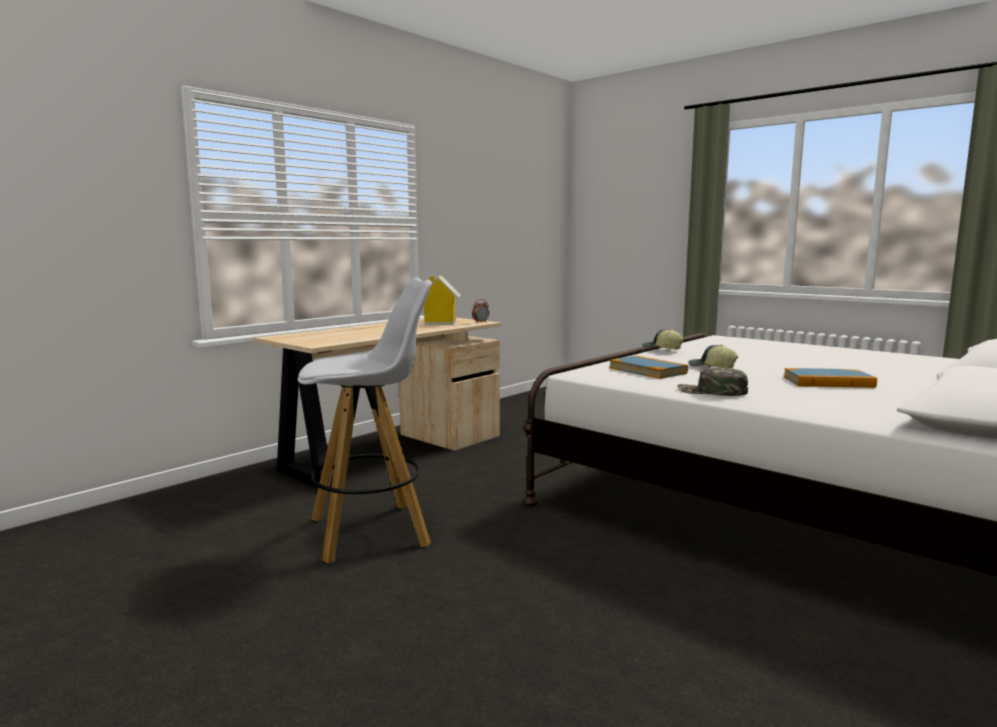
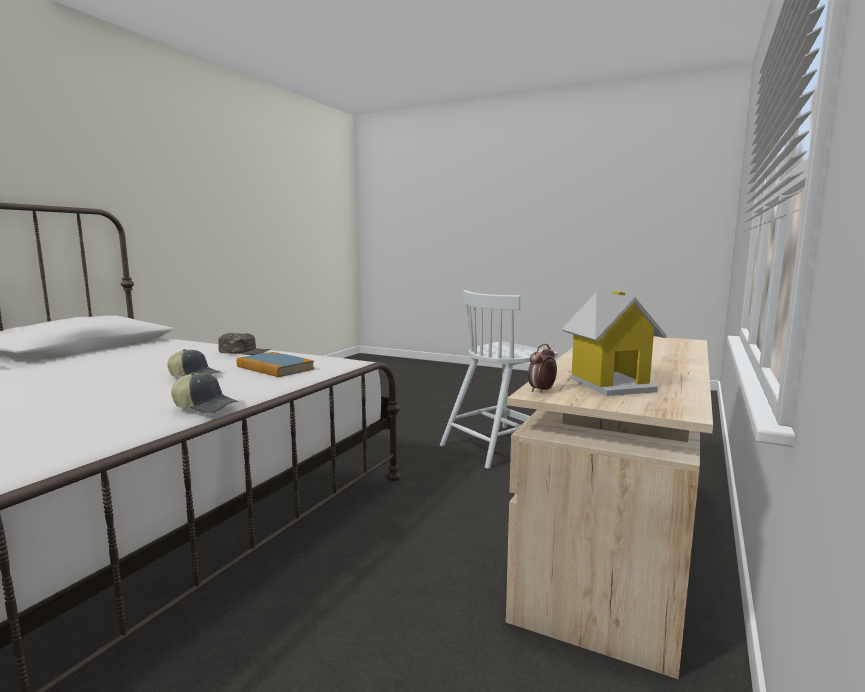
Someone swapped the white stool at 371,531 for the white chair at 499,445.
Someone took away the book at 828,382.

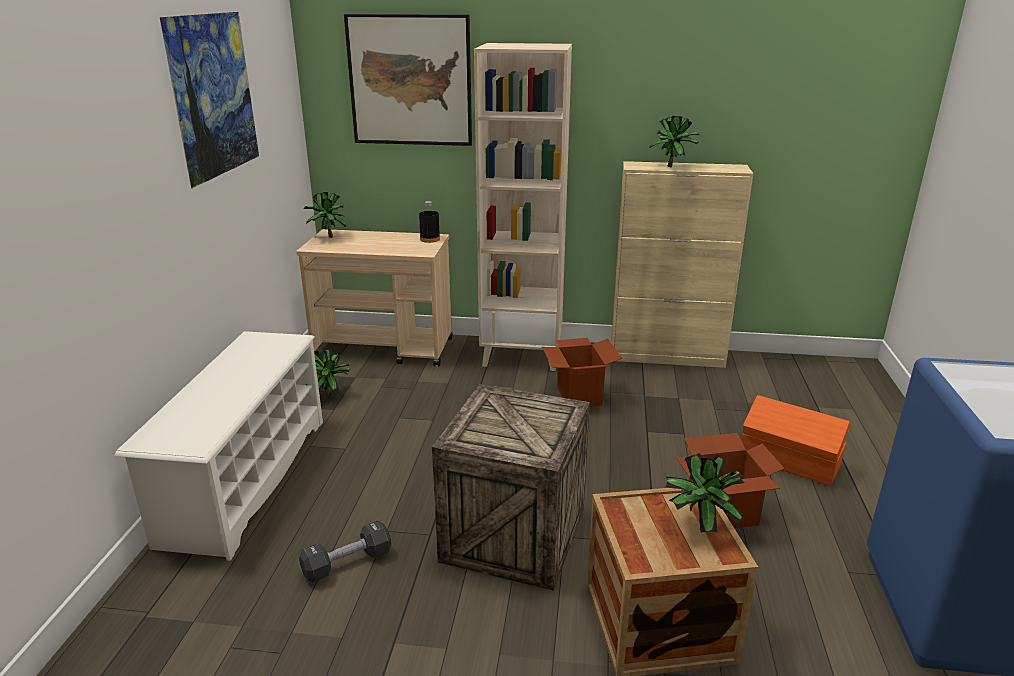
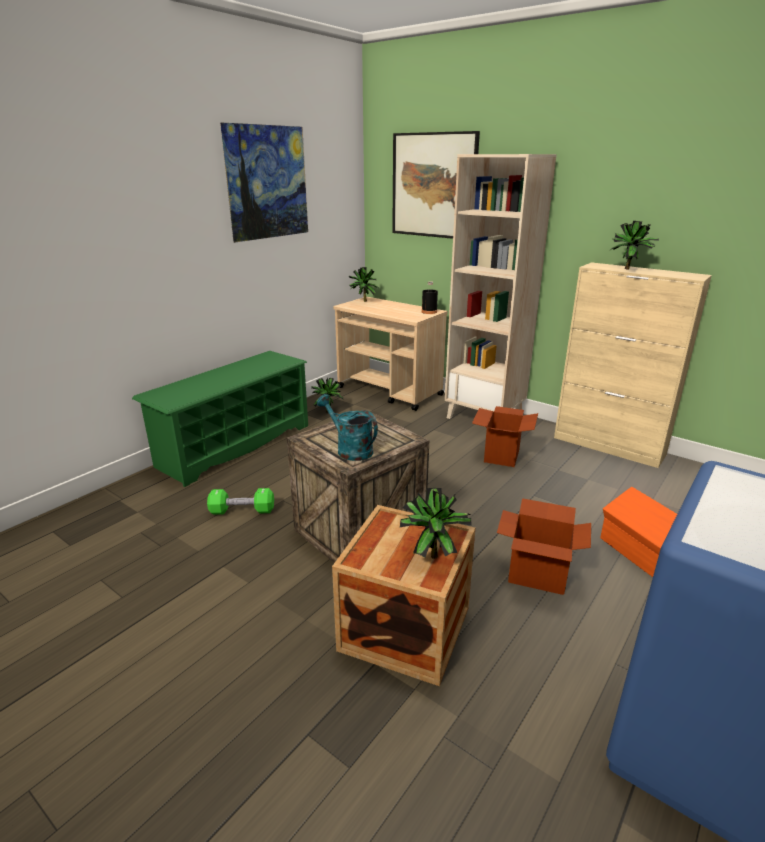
Someone repainted the white shoe rack at 246,478, which became the green shoe rack at 235,445.
Someone repainted the black dumbbell at 347,563, which became the green dumbbell at 242,511.
Someone put down the turquoise watering can at 349,449.

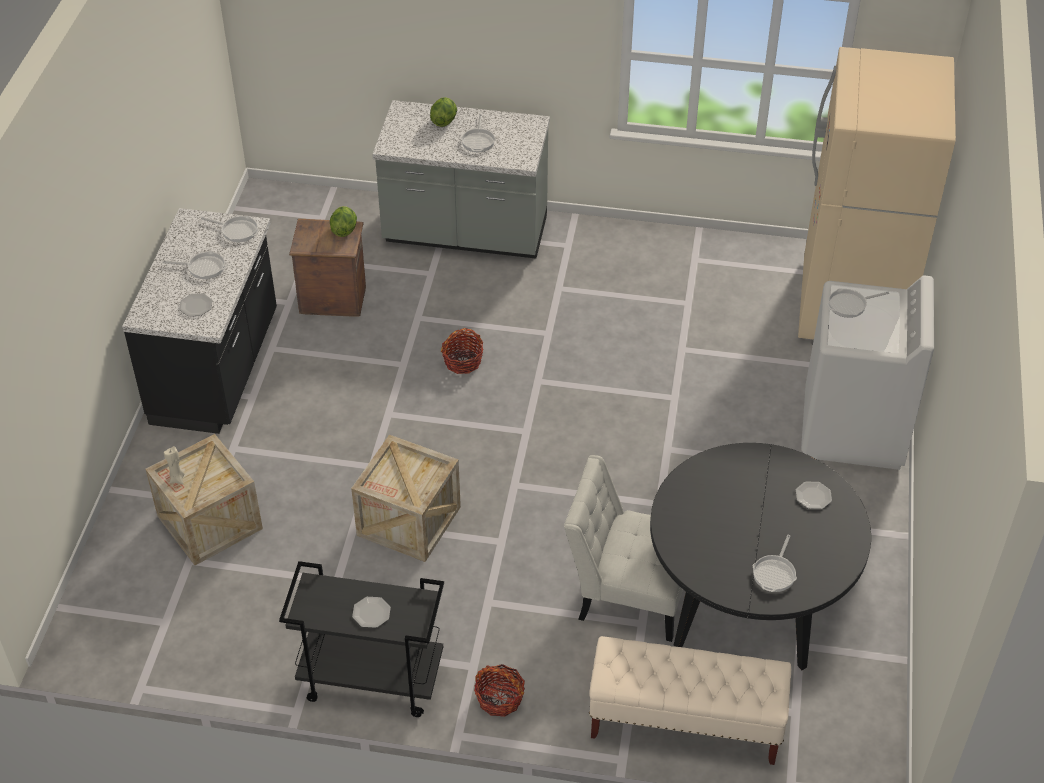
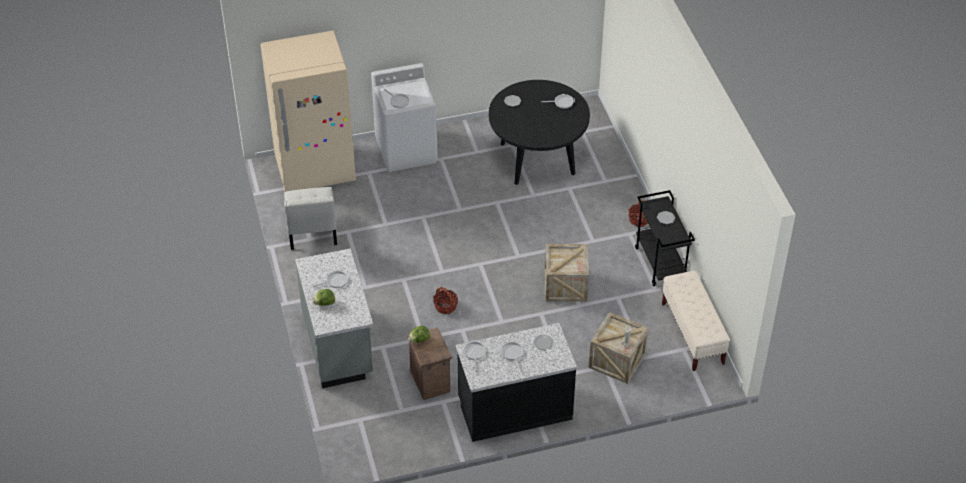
Someone carried the white chair from 627,592 to 312,233.
Someone carried the beige bench from 684,723 to 692,334.

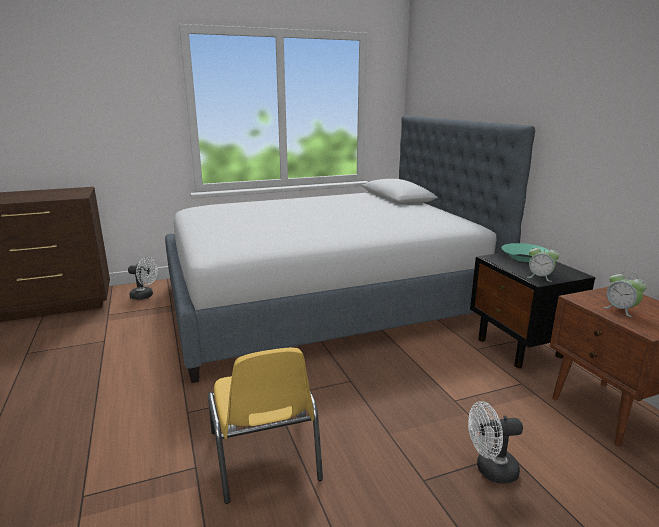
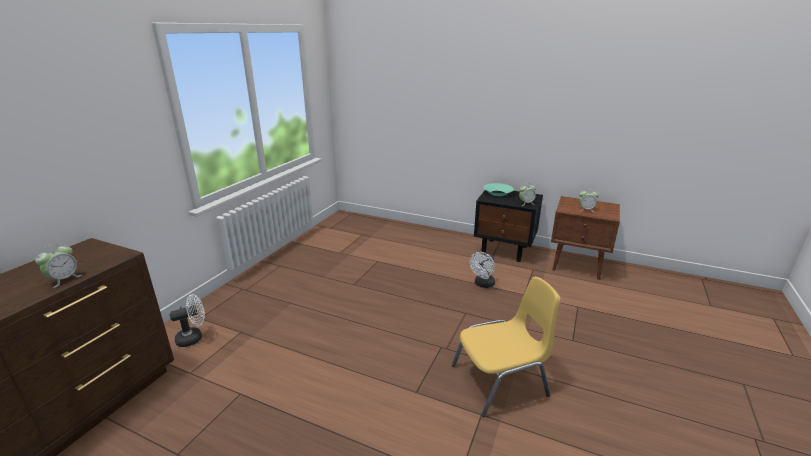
Someone took away the bed at 325,301.
Someone rotated the yellow chair at 265,456 by 45 degrees counterclockwise.
Someone carried the white fan from 490,470 to 483,284.
Someone put down the alarm clock at 64,279.

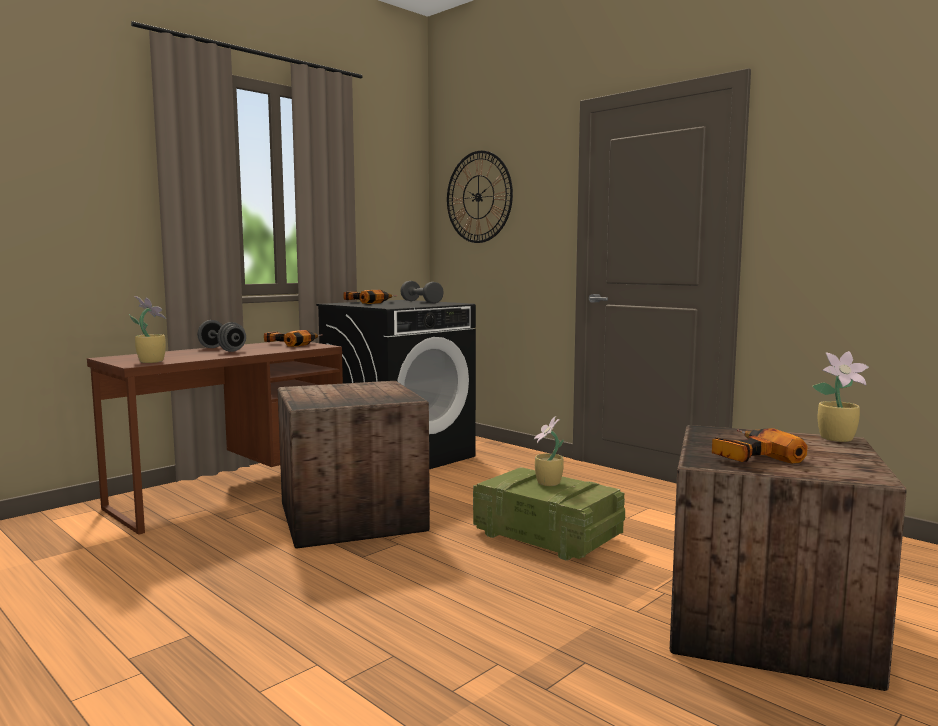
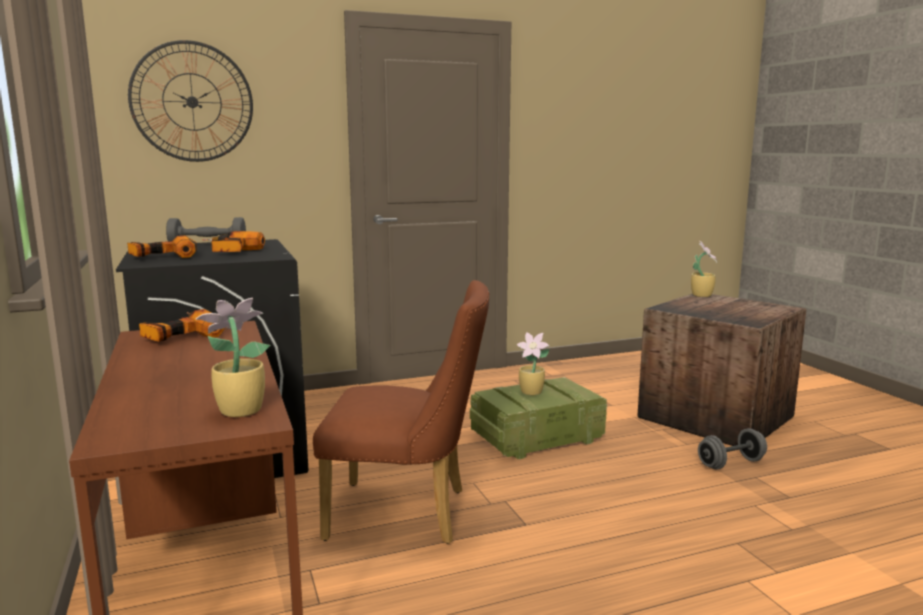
Someone carried the grey dumbbell from 222,349 to 731,463.
Someone swapped the crate at 350,518 for the brown chair at 409,514.
Someone carried the power drill from 748,456 to 229,252.

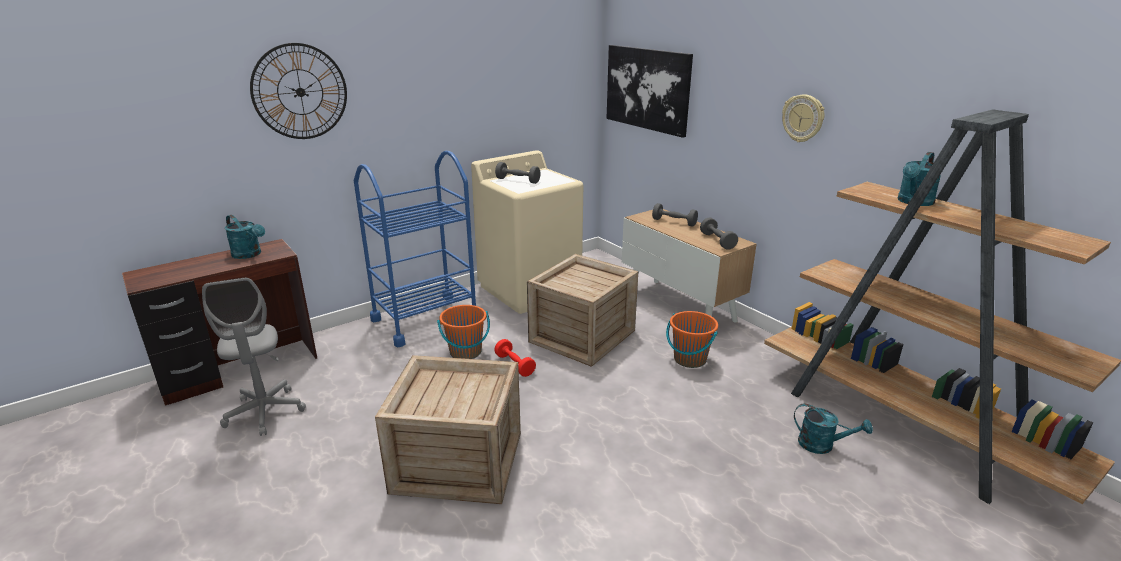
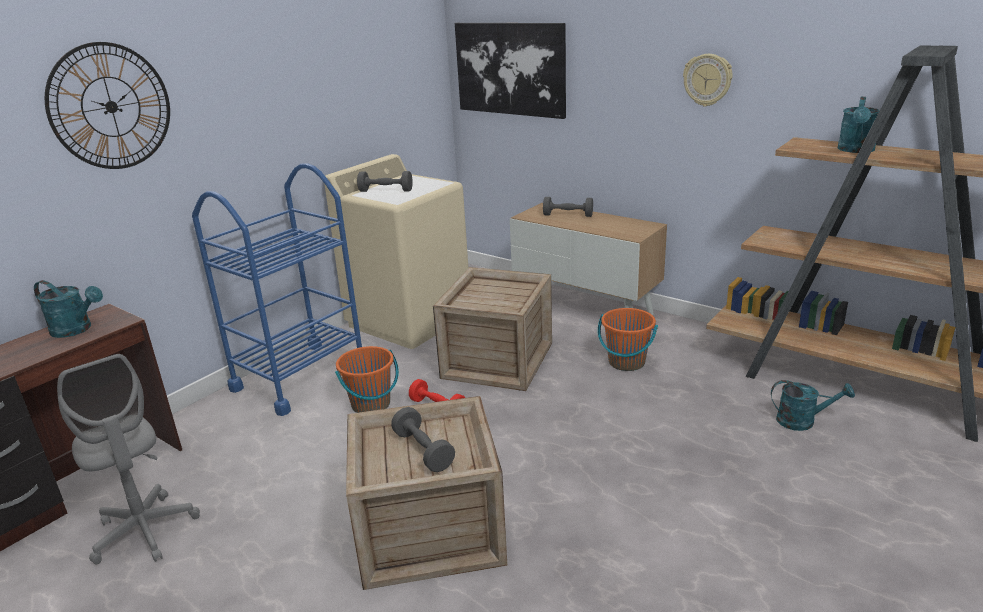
Someone carried the grey dumbbell from 717,241 to 423,451.

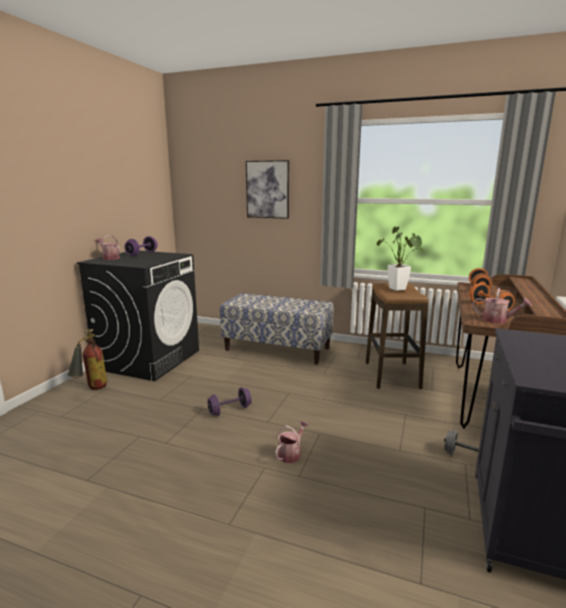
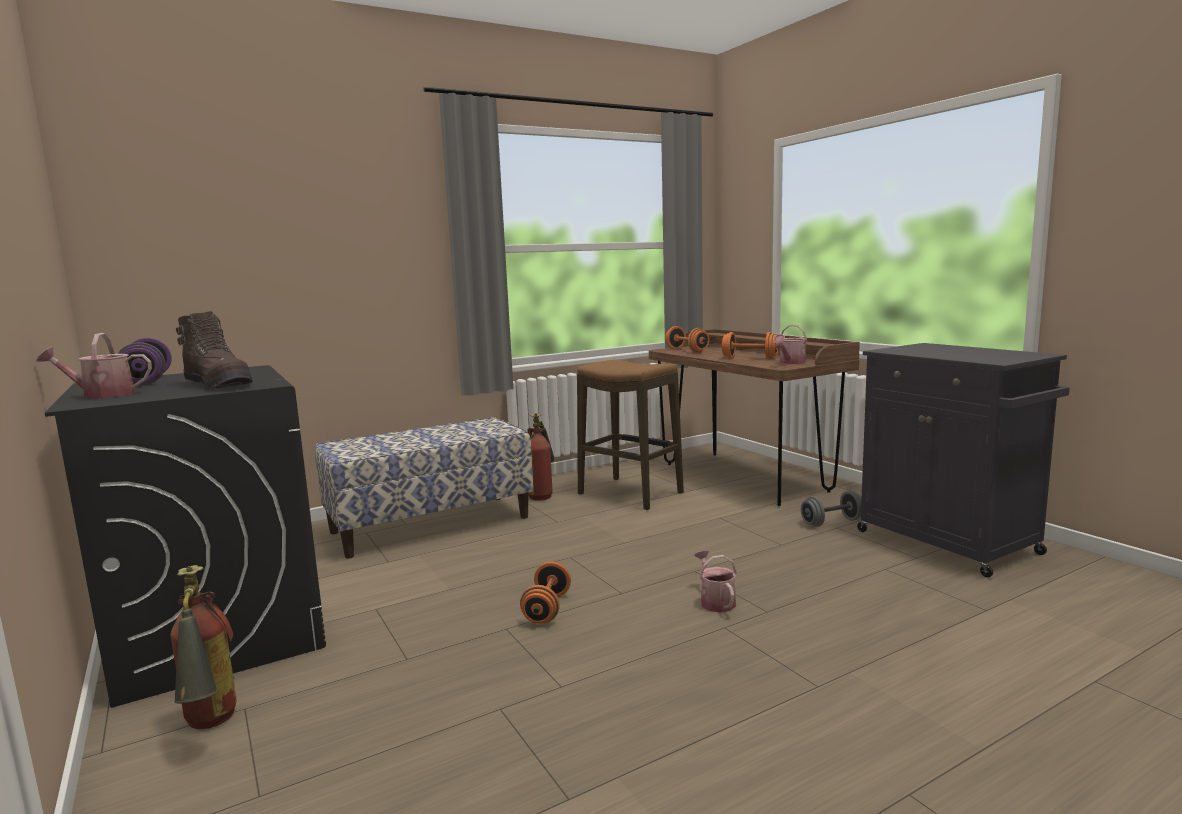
Someone repainted the purple dumbbell at 230,410, which became the orange dumbbell at 547,609.
Someone took away the picture at 267,189.
Someone took away the potted plant at 399,290.
Someone rotated the watering can at 498,320 by 150 degrees clockwise.
Someone put down the brown boot at 219,385.
Someone put down the fire extinguisher at 542,494.

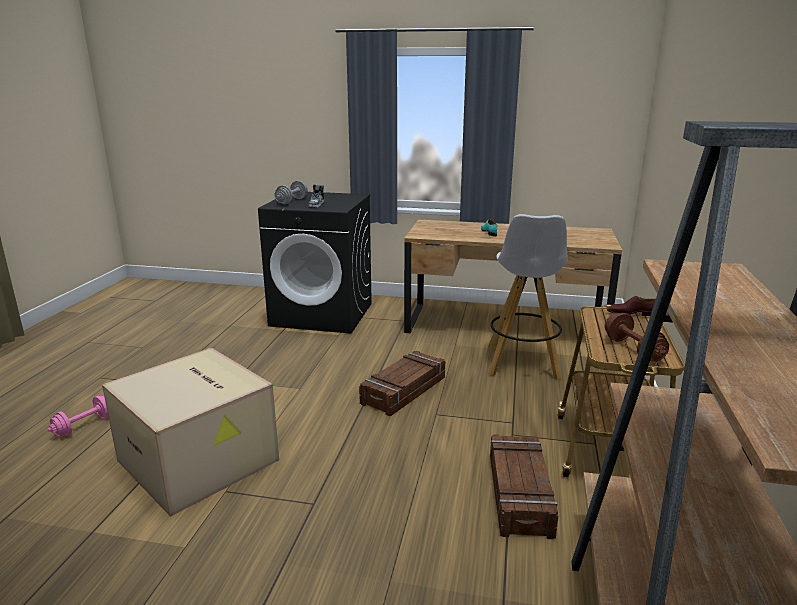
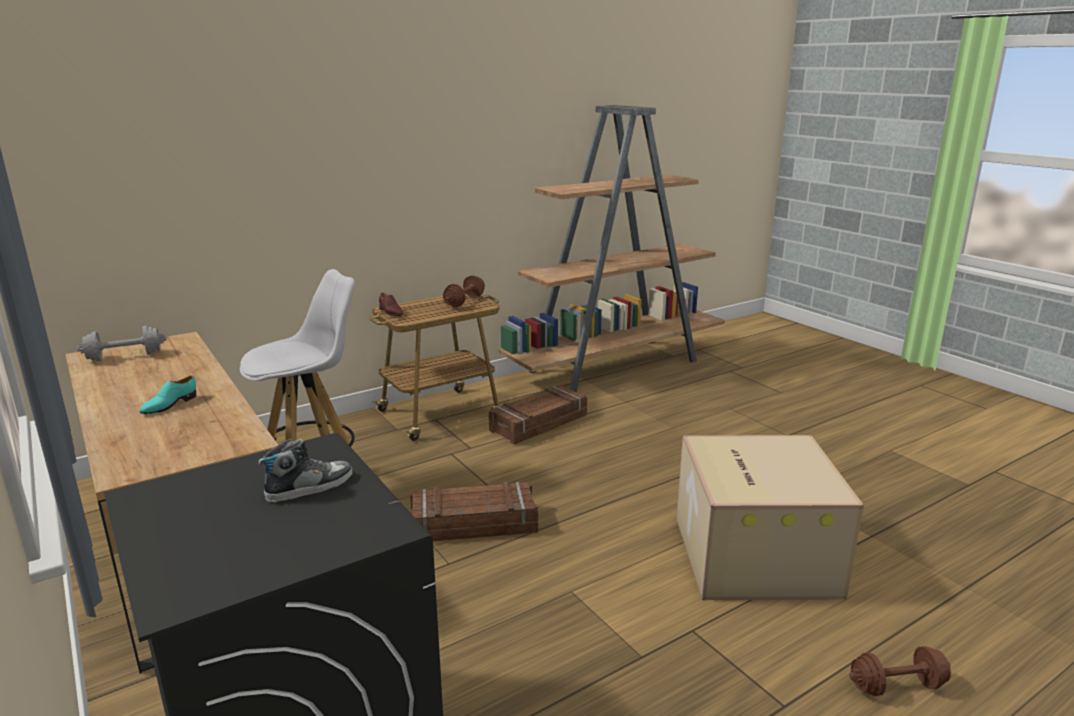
Someone repainted the pink dumbbell at 84,425, which became the brown dumbbell at 896,686.
Someone carried the grey dumbbell from 291,201 to 125,357.

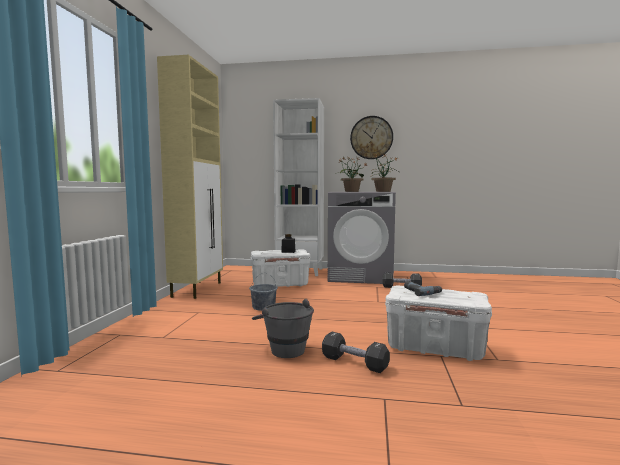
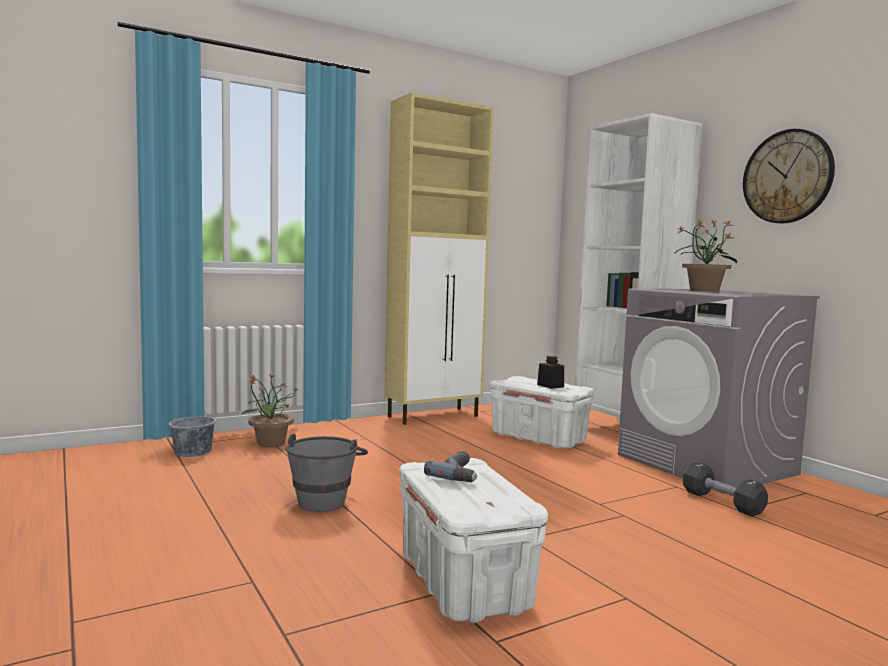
Someone carried the grey bucket from 264,307 to 193,452.
Someone took away the black dumbbell at 354,363.
Someone carried the potted plant from 383,191 to 270,443.

